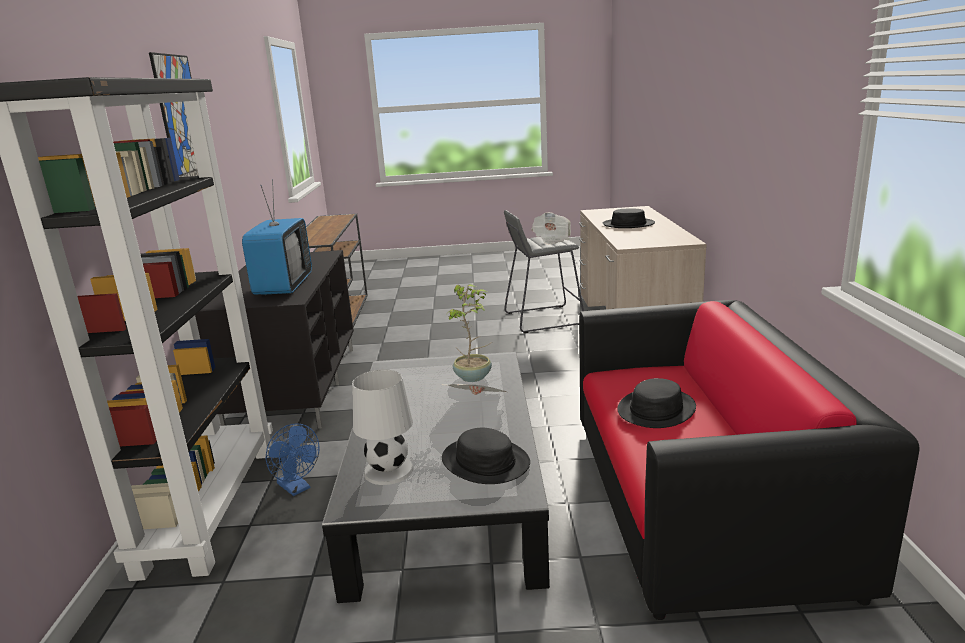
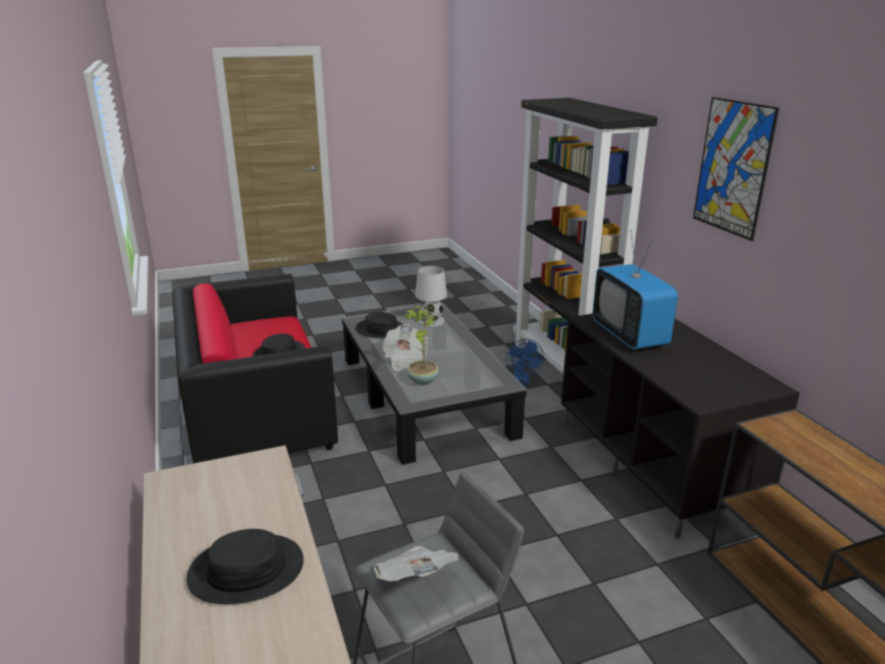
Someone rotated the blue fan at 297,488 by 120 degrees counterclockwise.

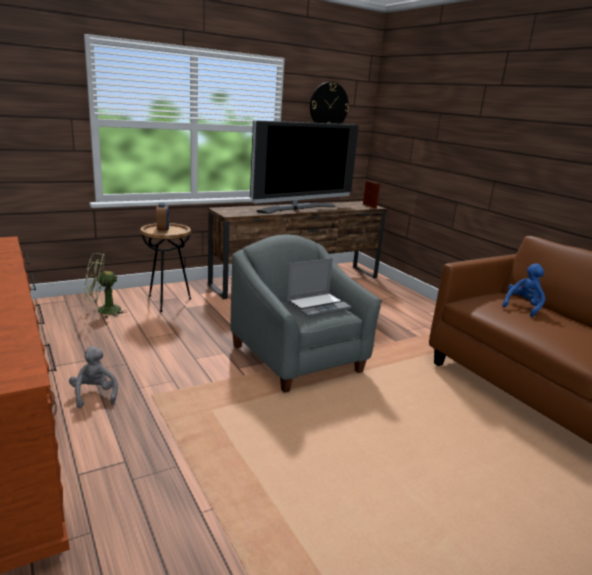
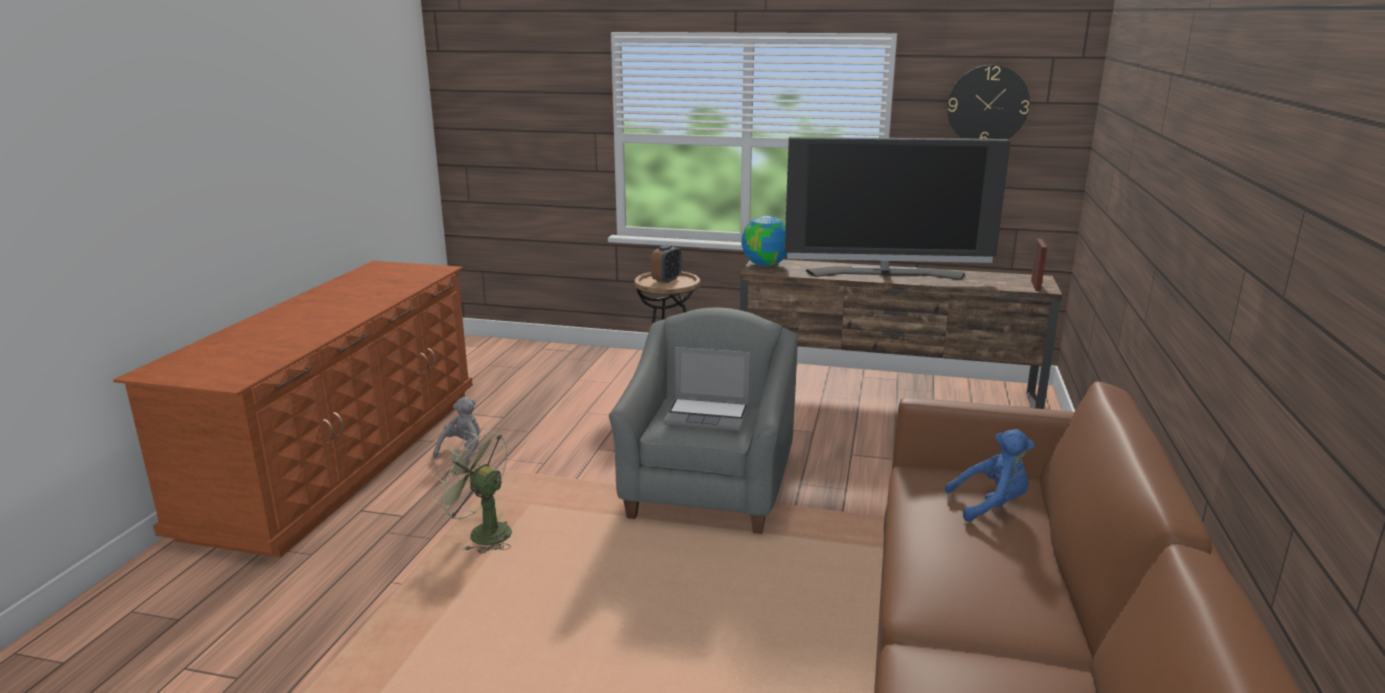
Someone carried the green fan from 103,311 to 482,533.
Someone put down the globe at 765,264.

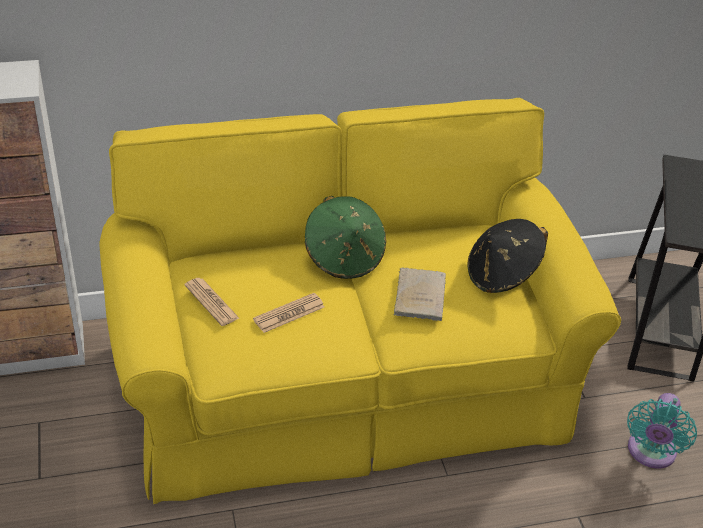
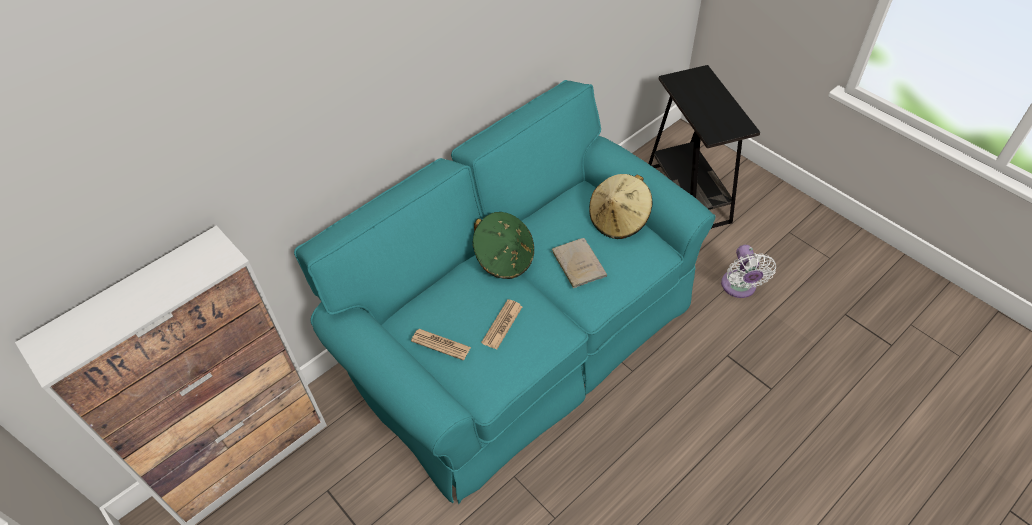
Someone repainted the yellow sofa at 343,380, which became the turquoise sofa at 519,338.
Someone repainted the black hat at 502,275, which became the beige hat at 619,220.
Someone repainted the turquoise fan at 650,453, which became the white fan at 739,287.

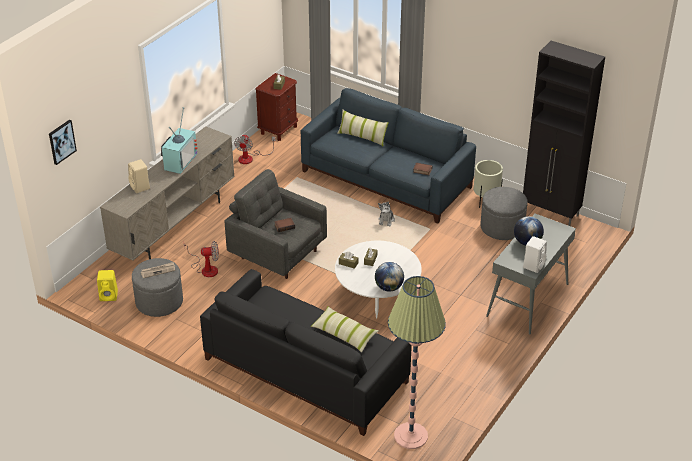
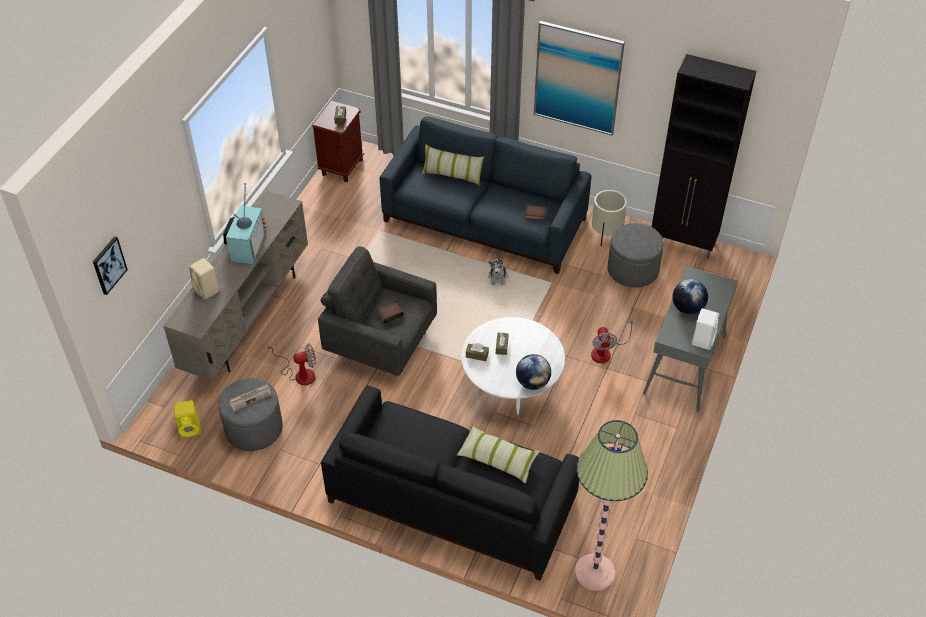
Someone carried the fan from 250,158 to 606,351.
Someone put up the picture at 577,78.

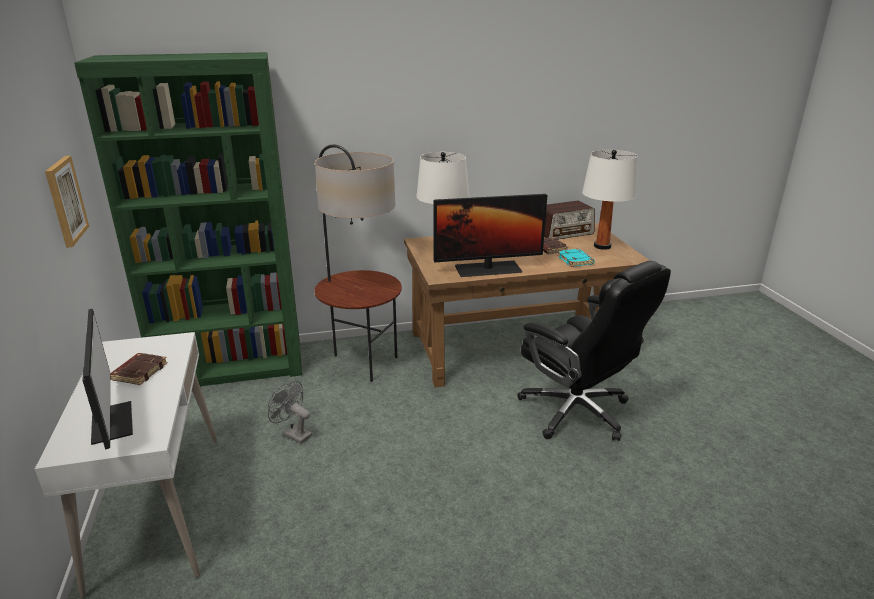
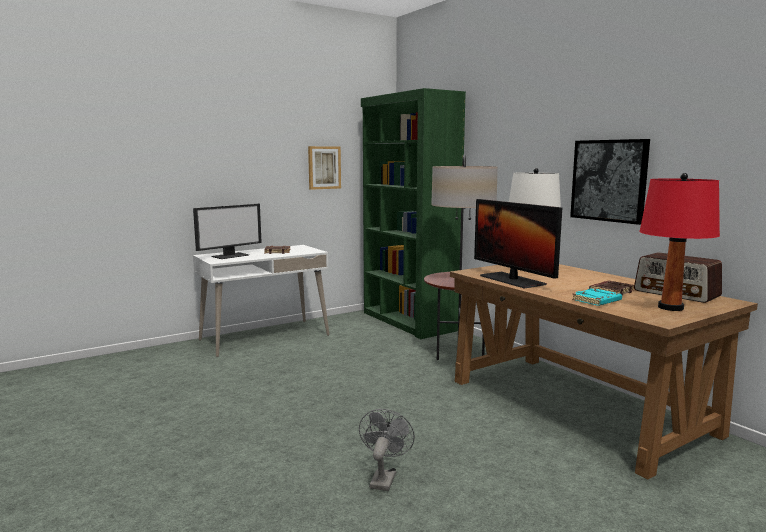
Someone carried the grey fan from 293,434 to 384,478.
Someone took away the black office chair at 577,412.
Someone repainted the white table lamp at 602,246, which became the red table lamp at 670,307.
Someone put up the picture at 609,180.

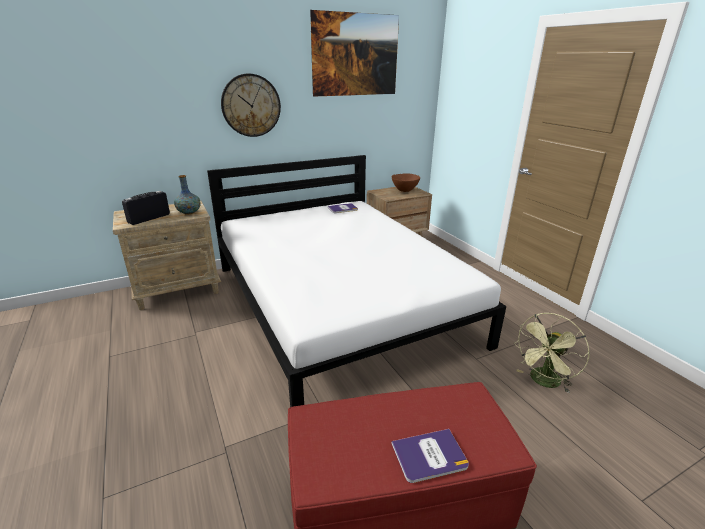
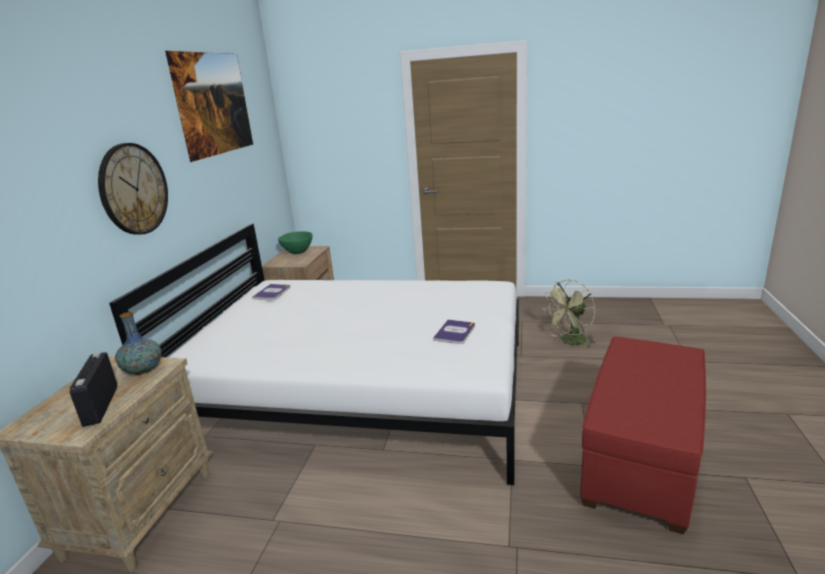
Someone repainted the brown bowl at 405,190, which became the green bowl at 297,252.
Someone carried the book from 429,456 to 455,332.
Someone rotated the green fan at 543,382 by 60 degrees clockwise.

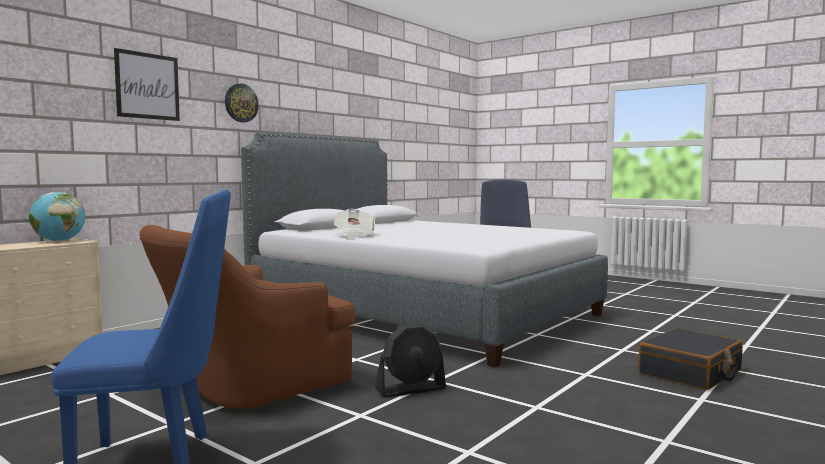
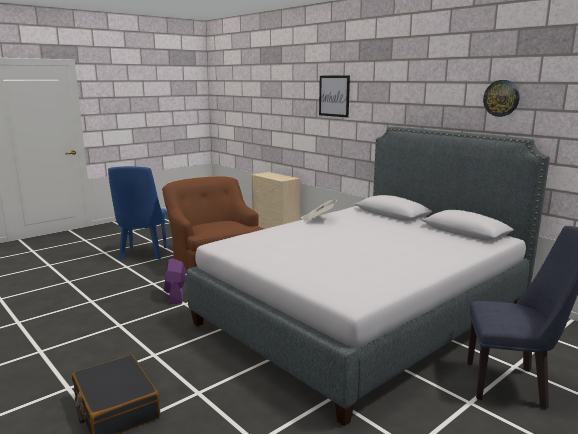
Someone took away the globe at 59,241.
Someone carried the wall clock from 241,103 to 501,98.
Someone repainted the black fan at 411,389, which became the purple fan at 175,296.

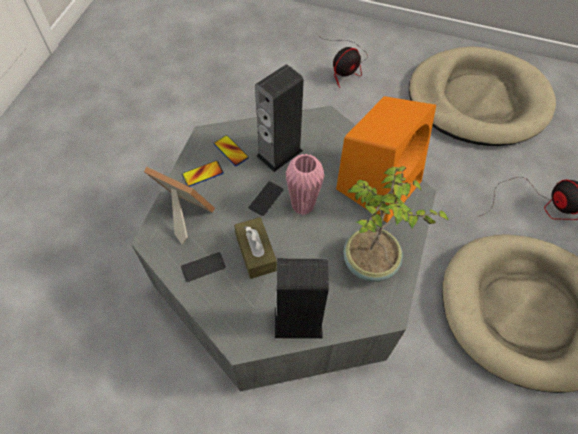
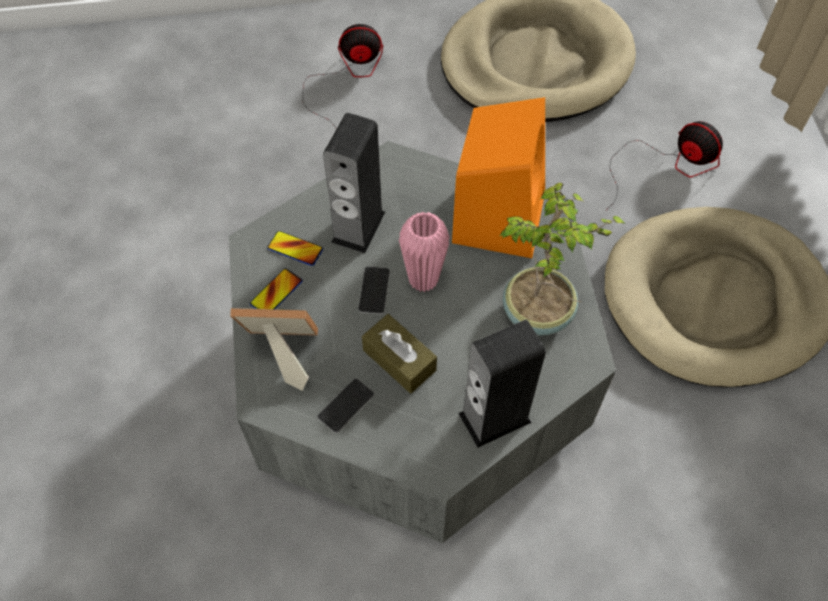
Someone rotated the fan at 345,66 by 120 degrees counterclockwise.

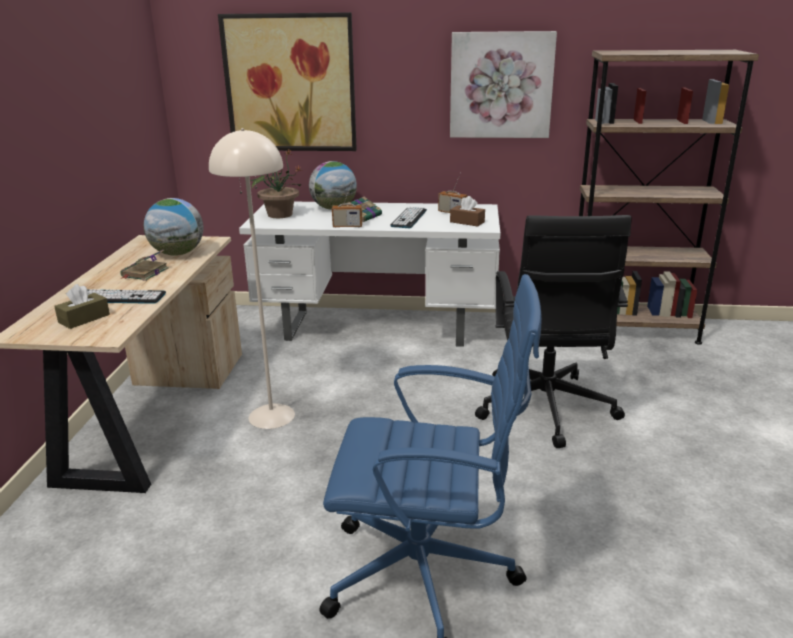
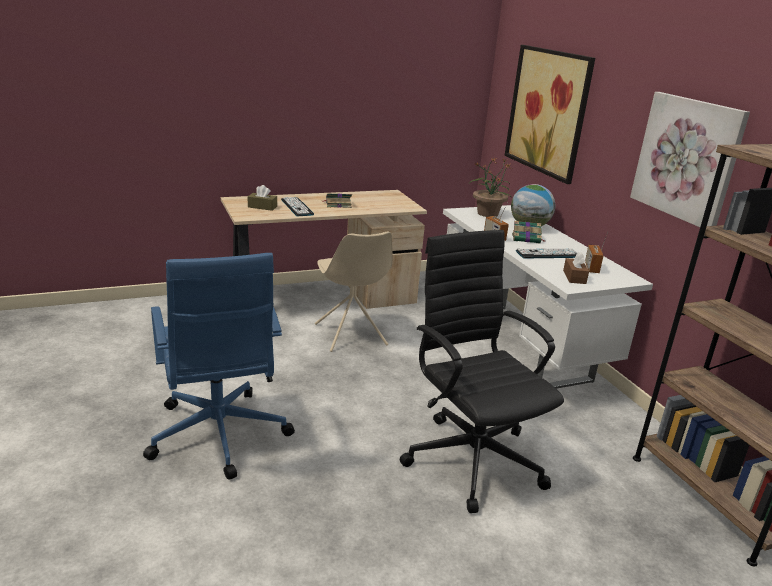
Someone took away the globe at 177,254.
Someone swapped the beige floor lamp at 272,416 for the beige chair at 350,335.
Someone rotated the black office chair at 545,409 by 90 degrees clockwise.

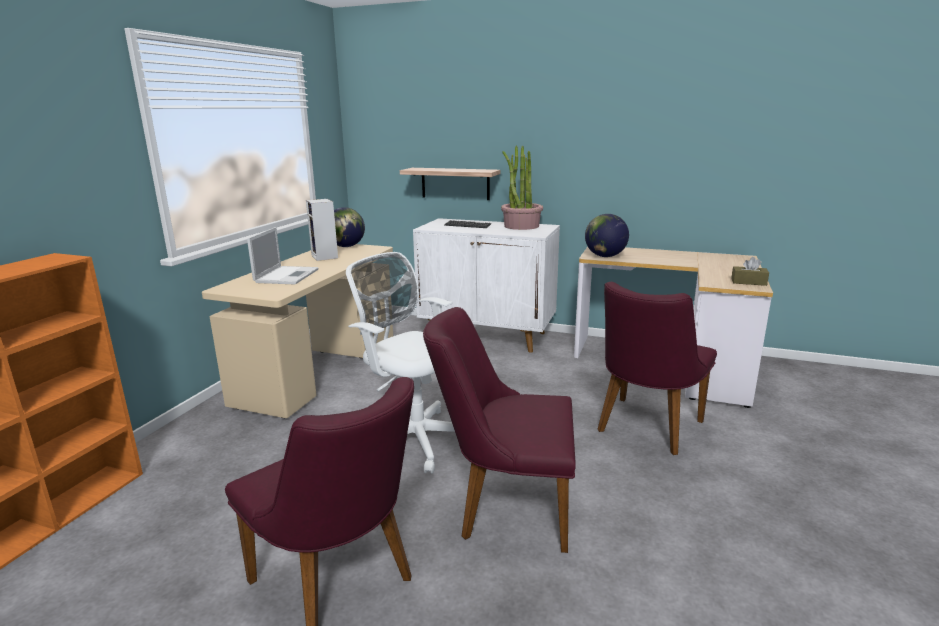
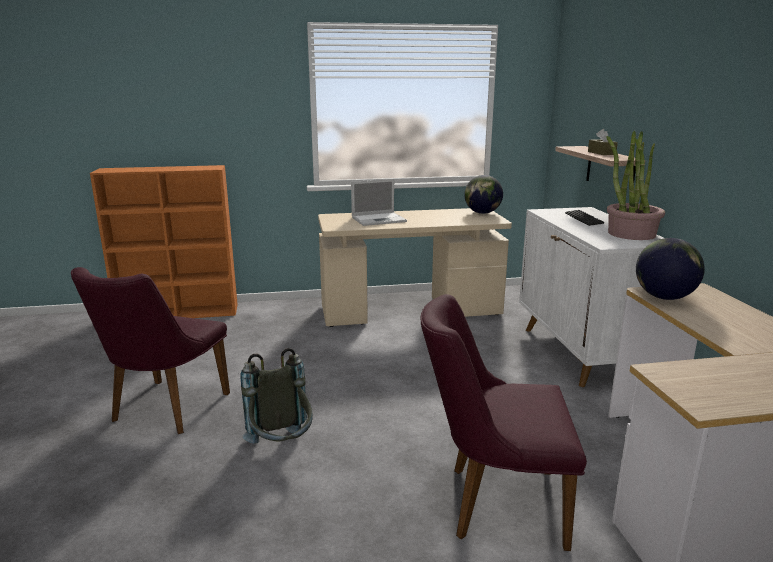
Someone took away the speaker at 325,257.
Someone took away the white office chair at 414,436.
Someone swapped the purple chair at 504,507 for the grey backpack at 282,448.
Someone carried the brown tissue box from 748,282 to 601,153.

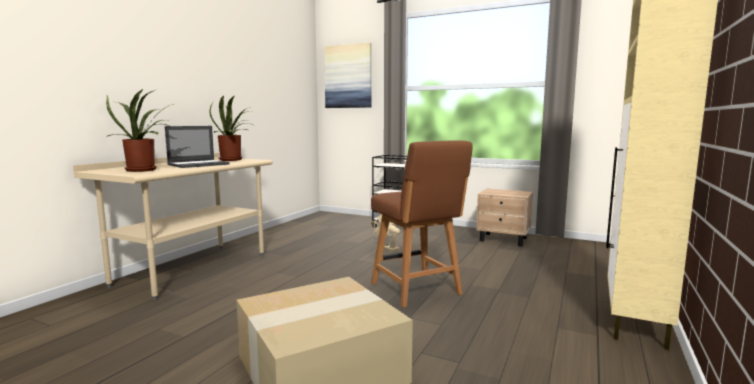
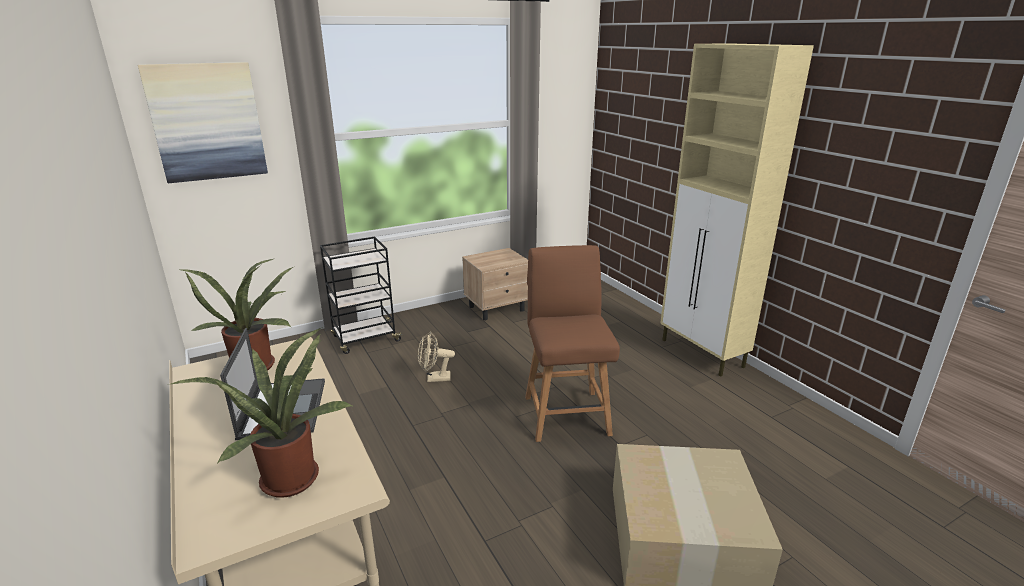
Someone rotated the brown chair at 417,290 by 105 degrees counterclockwise.

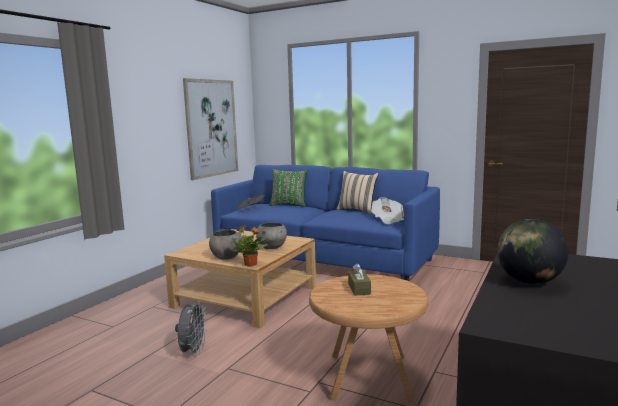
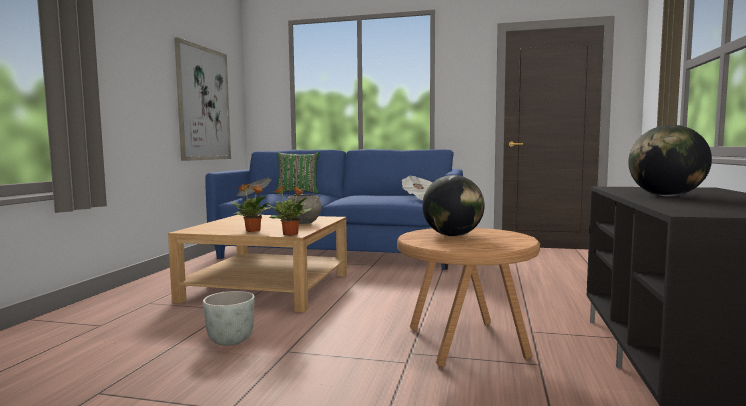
Someone swapped the grey fan at 193,352 for the grey planter at 230,340.
Someone swapped the grey bowl at 226,257 for the potted plant at 253,231.
Someone took away the beige pillow at 357,210.
Someone swapped the brown tissue box at 359,289 for the globe at 452,235.

